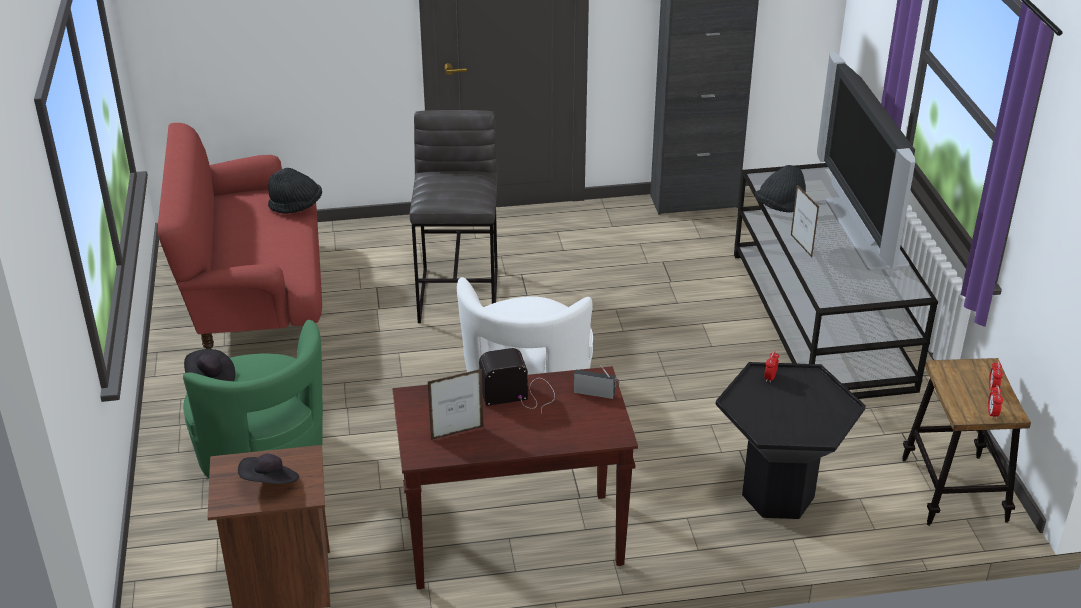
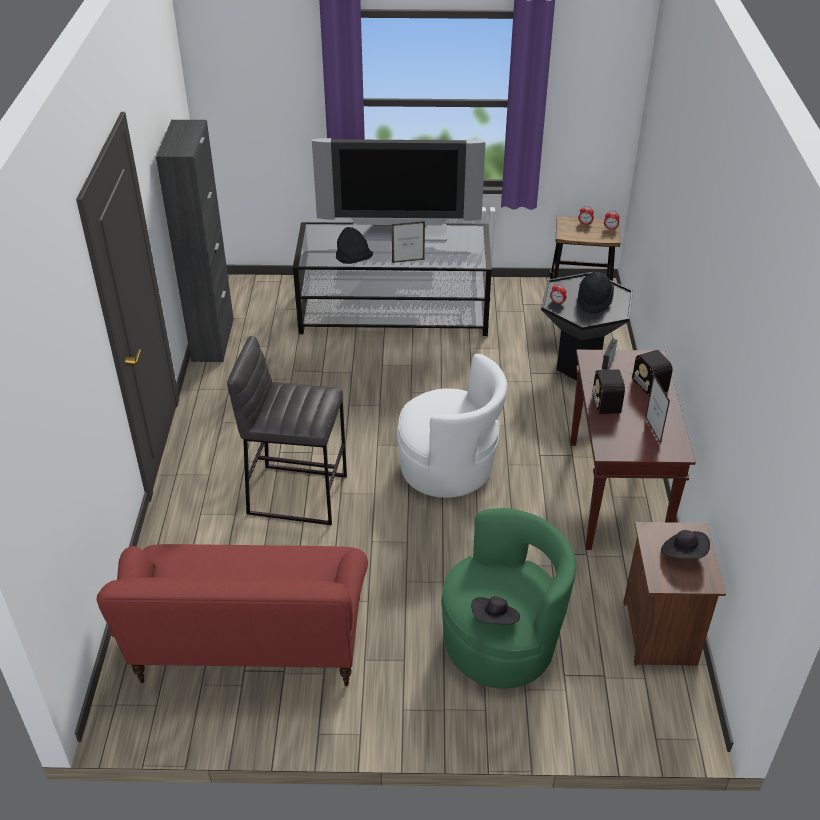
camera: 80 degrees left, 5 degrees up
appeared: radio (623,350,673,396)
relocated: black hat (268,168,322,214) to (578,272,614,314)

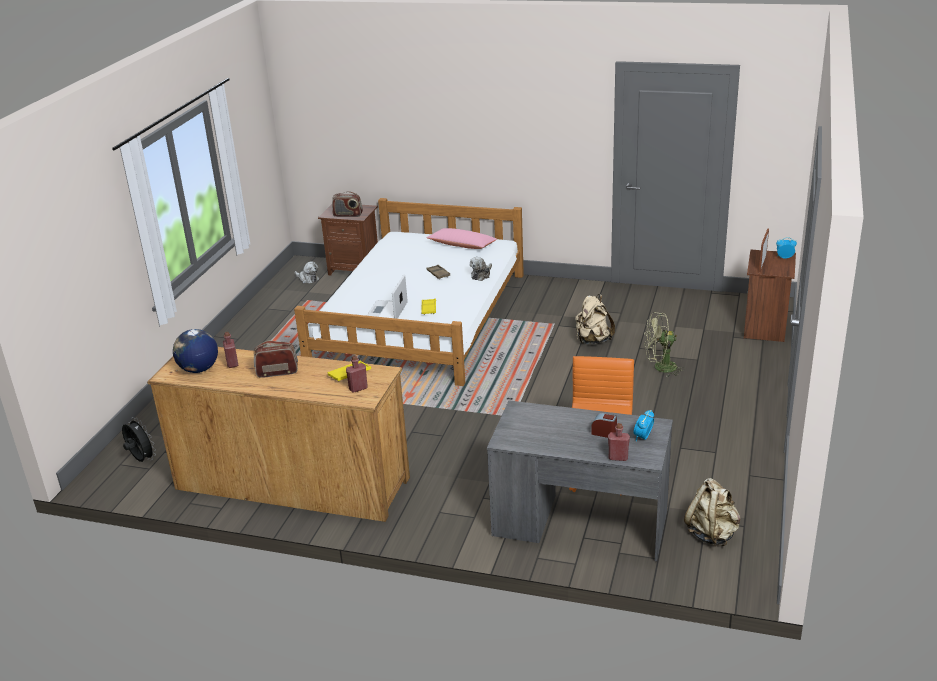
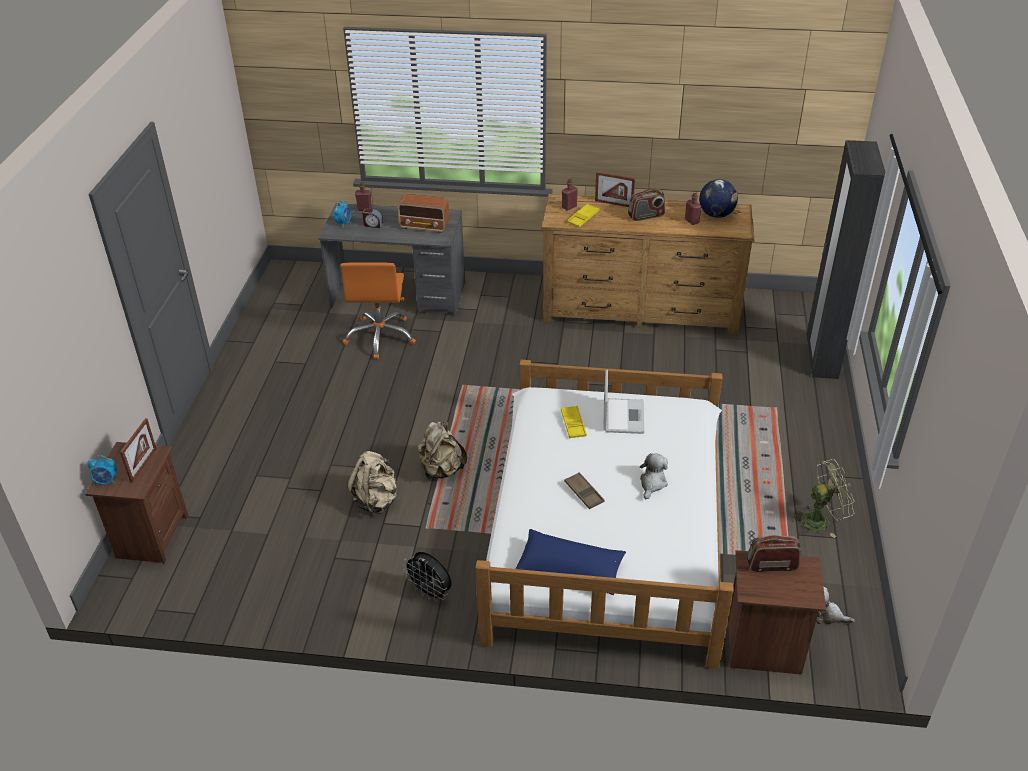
camera: 170 degrees right, 10 degrees up
appeared: black wardrobe (807,140,885,379); picture frame (595,172,635,207); radio (397,194,449,233)
relocated: plush toy (470,257,492,281) to (640,453,668,499); green fan (644,313,685,378) to (793,459,854,538); black fan (122,417,156,462) to (403,552,452,602); beige backpack (684,478,741,546) to (417,422,467,479)
colour: pink pillow (426,228,497,249) to blue pillow (515,529,626,595)

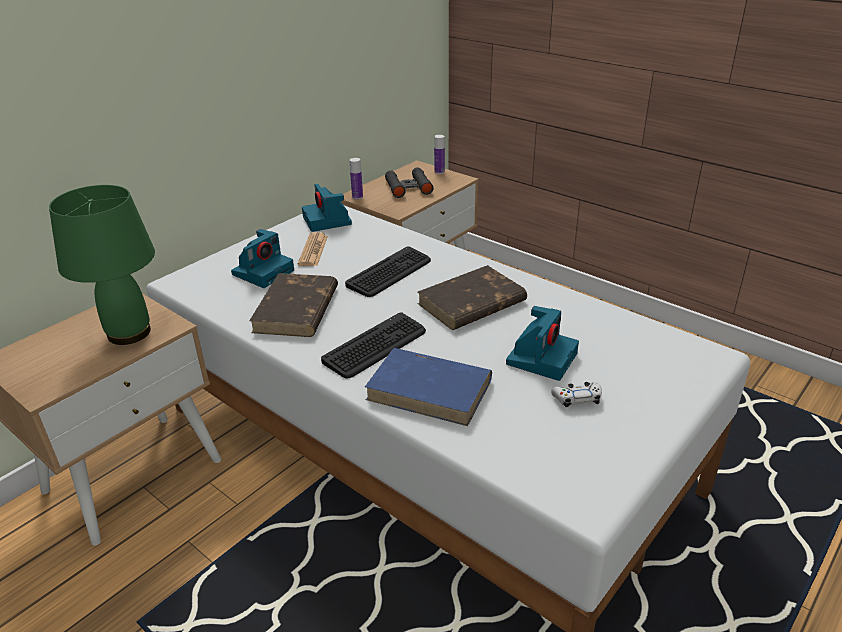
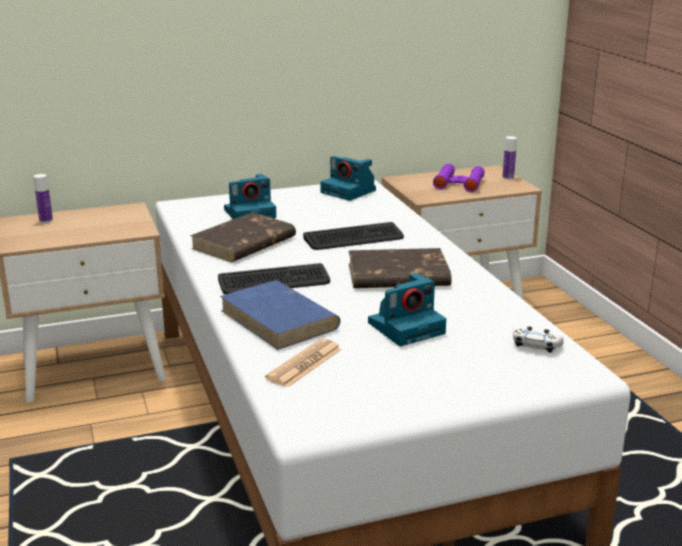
camera: 30 degrees right, 10 degrees down
missing: green table lamp (49,185,155,345)
relocated: bottle (350,158,363,199) to (34,174,53,223); newspaper (298,232,328,266) to (265,339,342,387); white game controller (551,382,602,407) to (513,326,564,353)
colour: black binoculars (385,167,434,198) to purple binoculars (433,164,485,192)
spun: photo camera (302,184,352,232) = (320,156,376,201) 60 degrees counterclockwise

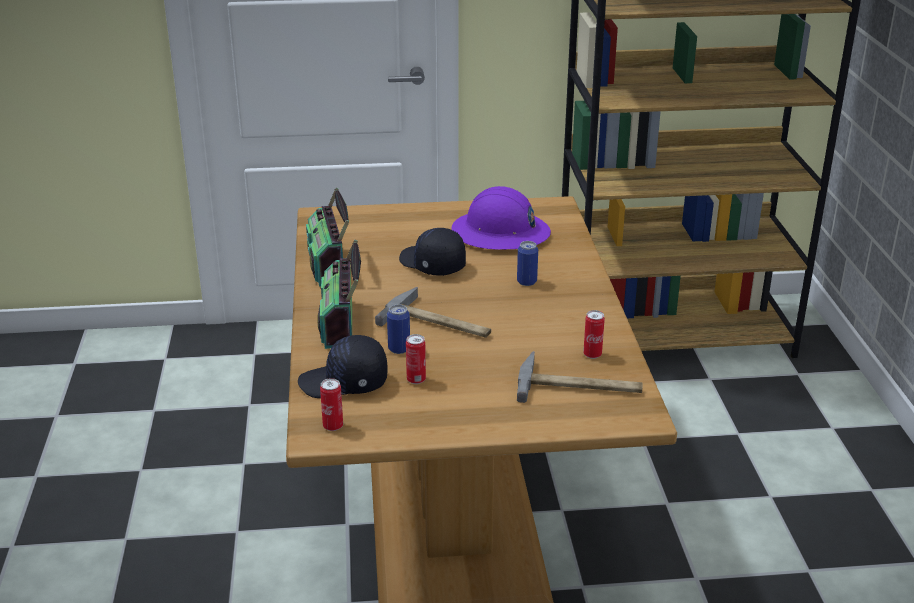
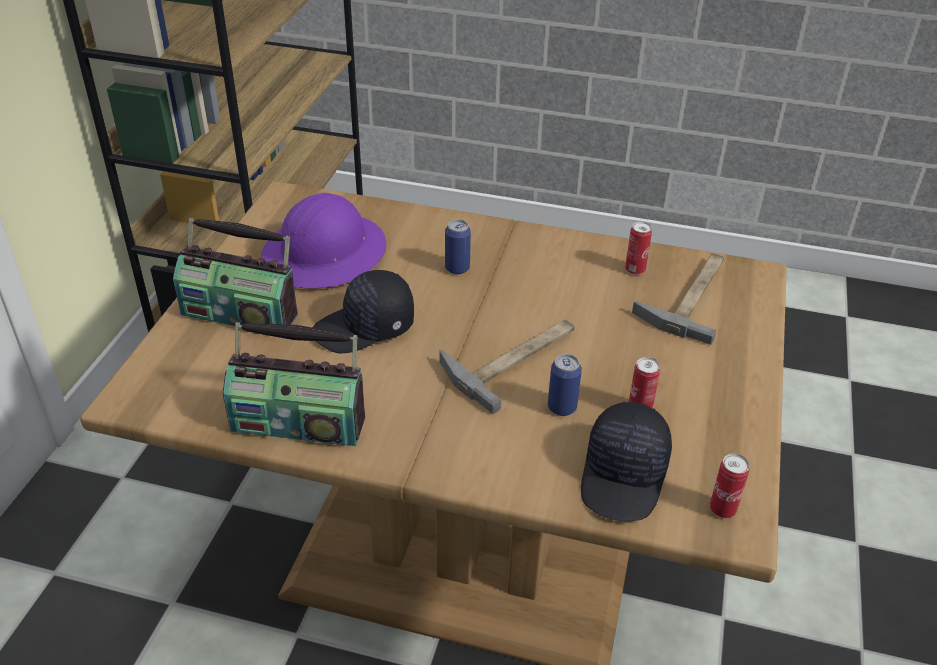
camera: 70 degrees left, 10 degrees up
relocated: radio (317,240,361,349) to (173,218,298,326)

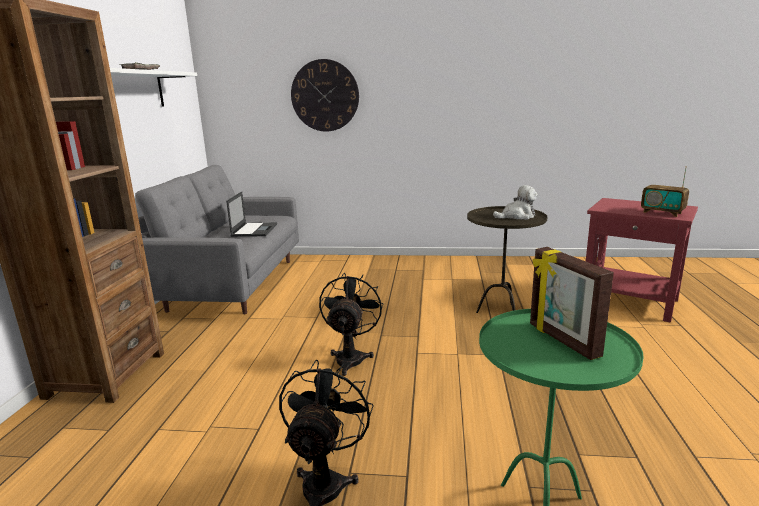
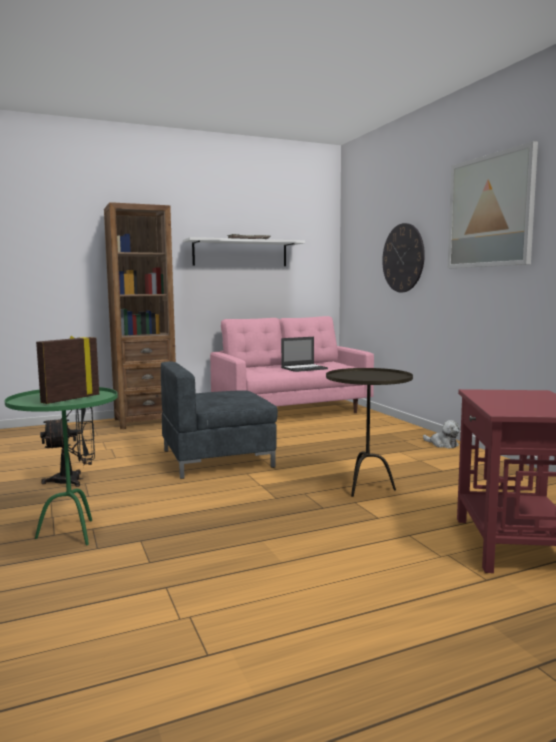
camera: 60 degrees right, 10 degrees down
missing: radio (641,166,689,217)
appeared: picture (448,141,538,268)
relocated: plush toy (493,185,538,220) to (423,420,460,448)
exchanged: black fan (319,273,383,376) to grey armchair (161,361,278,479)
colour: grey sofa (135,165,299,314) to pink sofa (210,316,374,413)

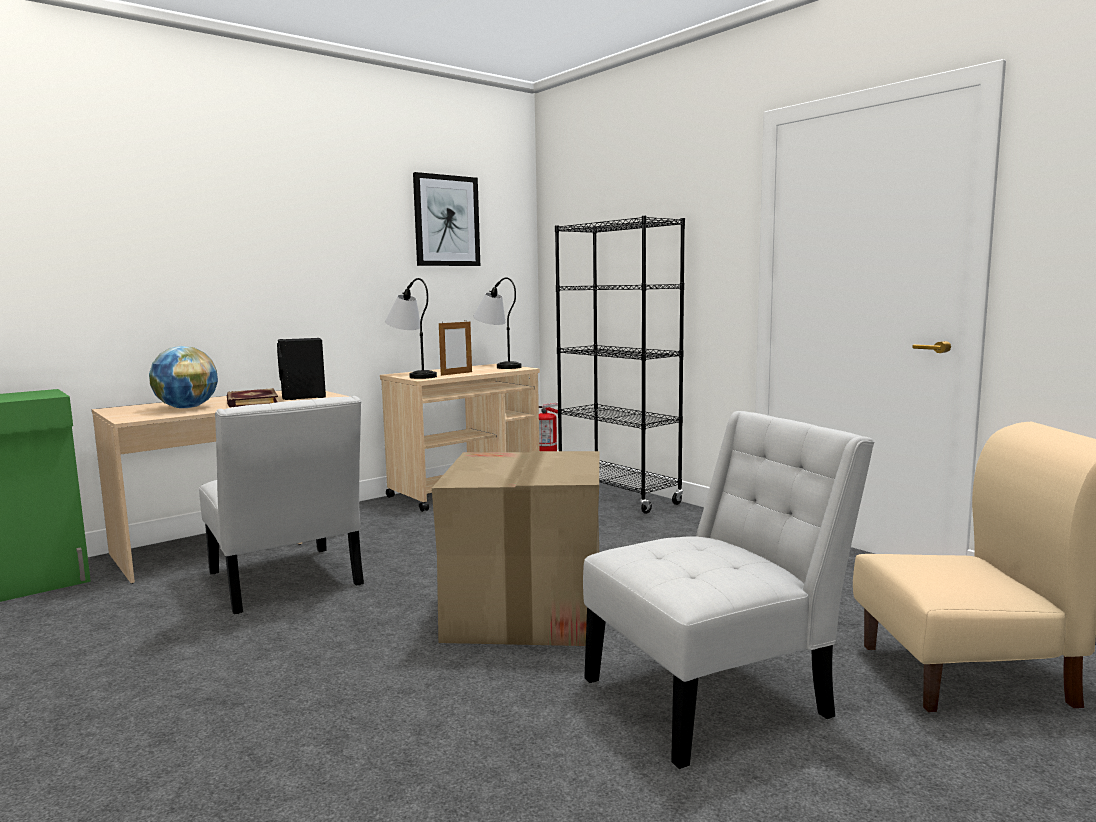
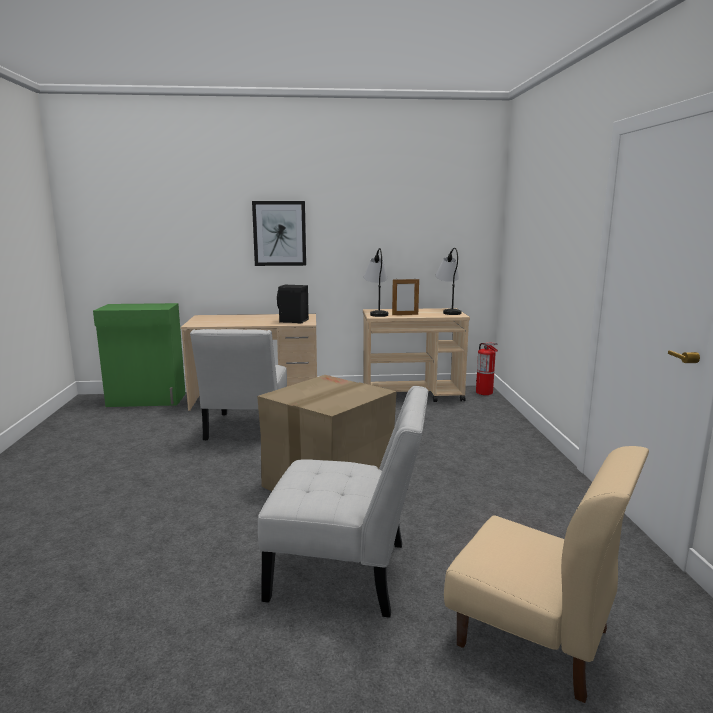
camera: 35 degrees right, 5 degrees up
missing: black bookcase (555,216,685,514); globe (149,346,218,408); book (227,388,278,408)
relocated: picture (413,172,480,266) to (252,201,306,266)

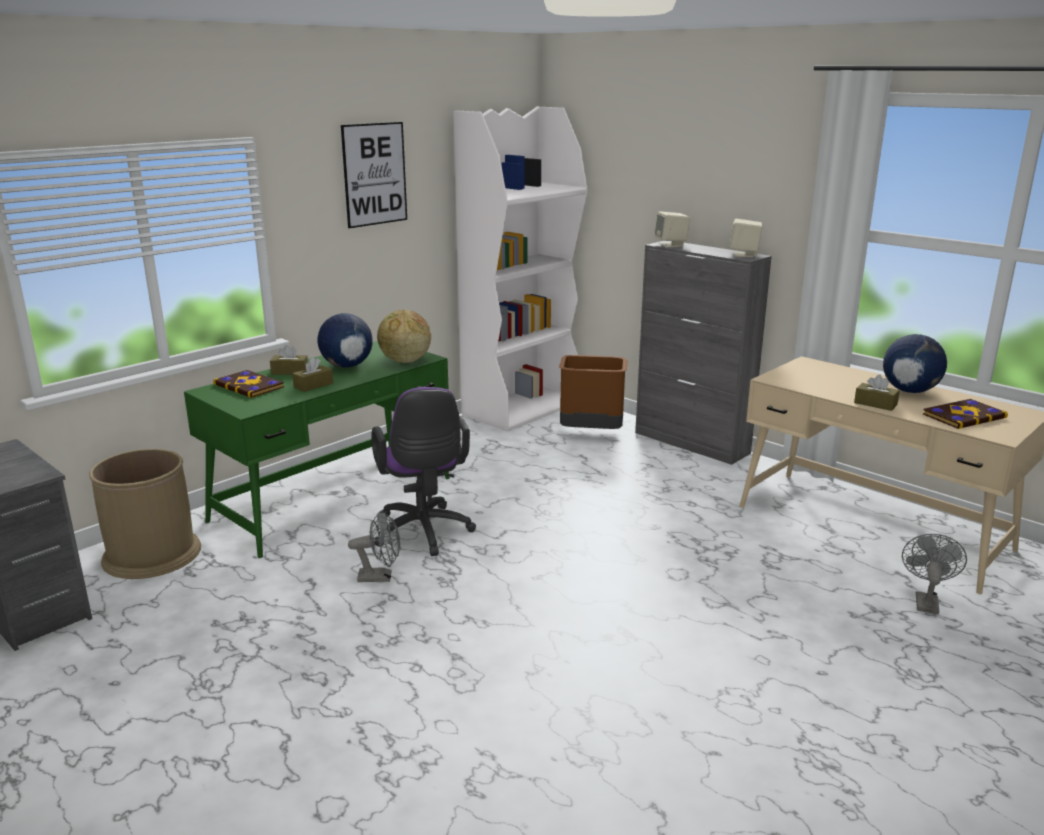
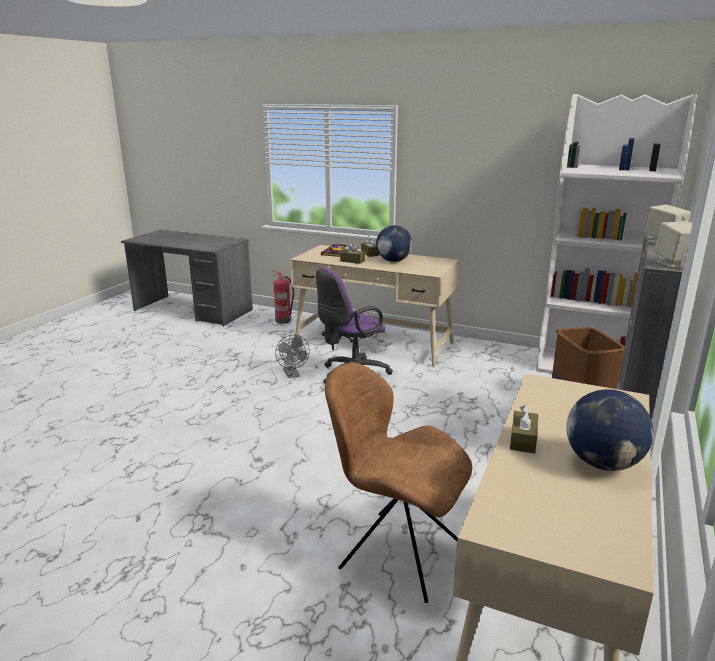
camera: 70 degrees right, 0 degrees up
missing: picture (341,122,407,228); globe (377,310,431,363); book (923,399,1008,429); grey fan (902,534,967,614)
appeared: brown chair (325,363,473,603)
exchanged: brown trash can (89,449,201,579) to fire extinguisher (272,270,294,324)
colour: green desk (184,341,450,558) to beige desk (290,245,459,367)

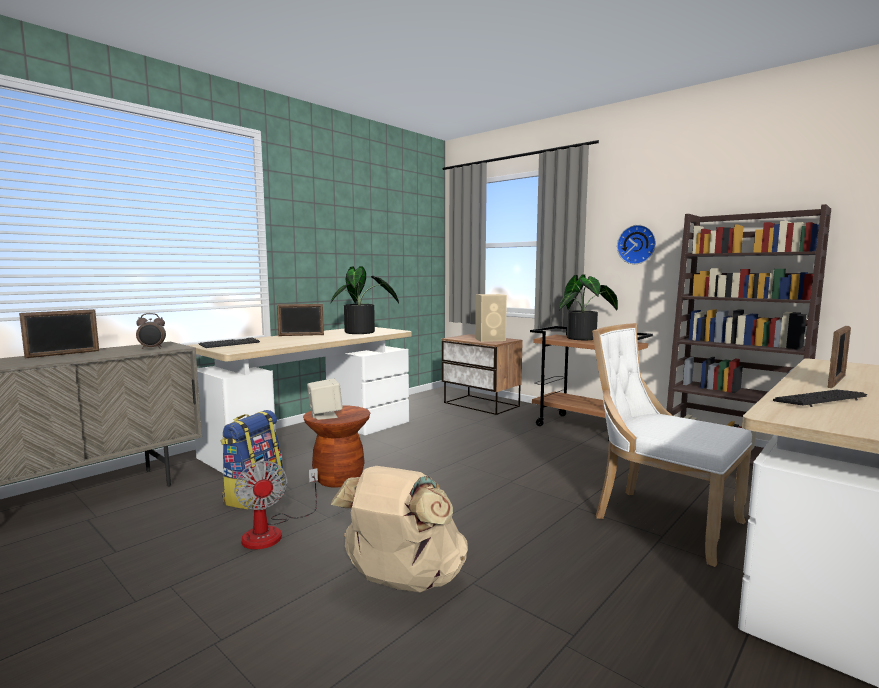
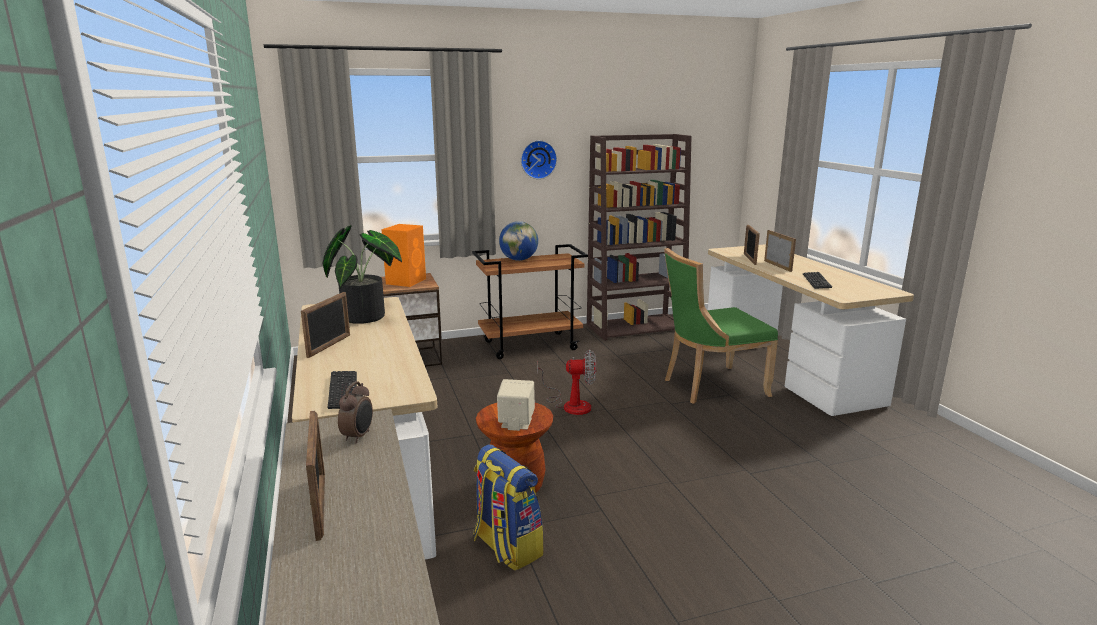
camera: 60 degrees left, 10 degrees up
missing: beige backpack (330,466,468,593)
appeared: picture frame (744,225,760,265)
relocated: fan (234,461,318,550) to (537,349,596,415)
exchanged: potted plant (559,274,618,340) to globe (499,221,538,261)
colour: beige speaker (475,294,507,342) to orange speaker (382,224,426,287); white chair (592,323,752,567) to green chair (664,248,778,404)

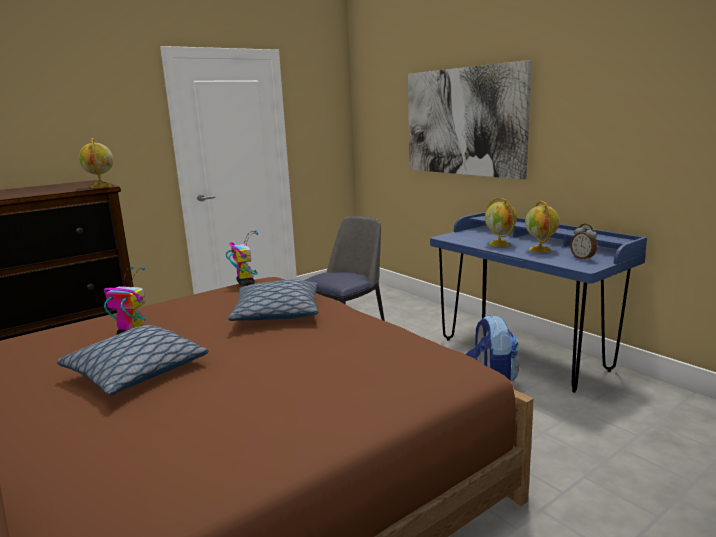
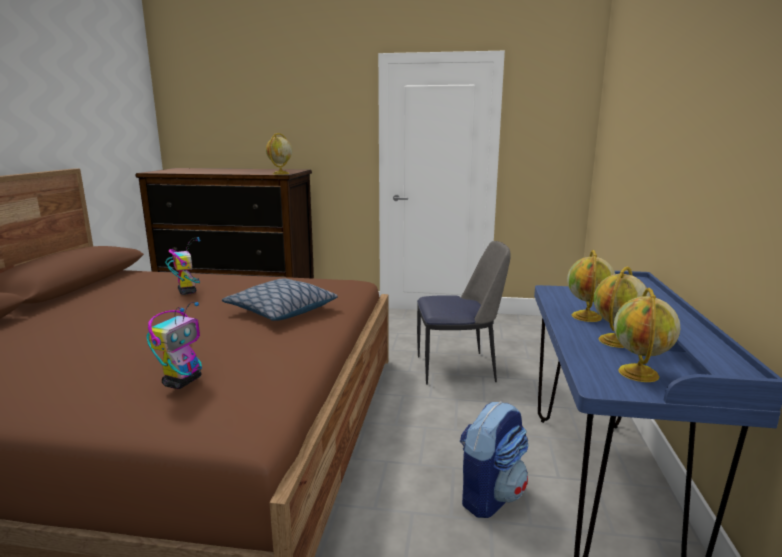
camera: 45 degrees right, 0 degrees up
missing: picture (408,60,532,180); pillow (57,325,209,396)
relocated: toy robot (226,230,258,286) to (147,302,202,389)
exchanged: alarm clock (570,224,597,261) to globe (614,288,680,382)

